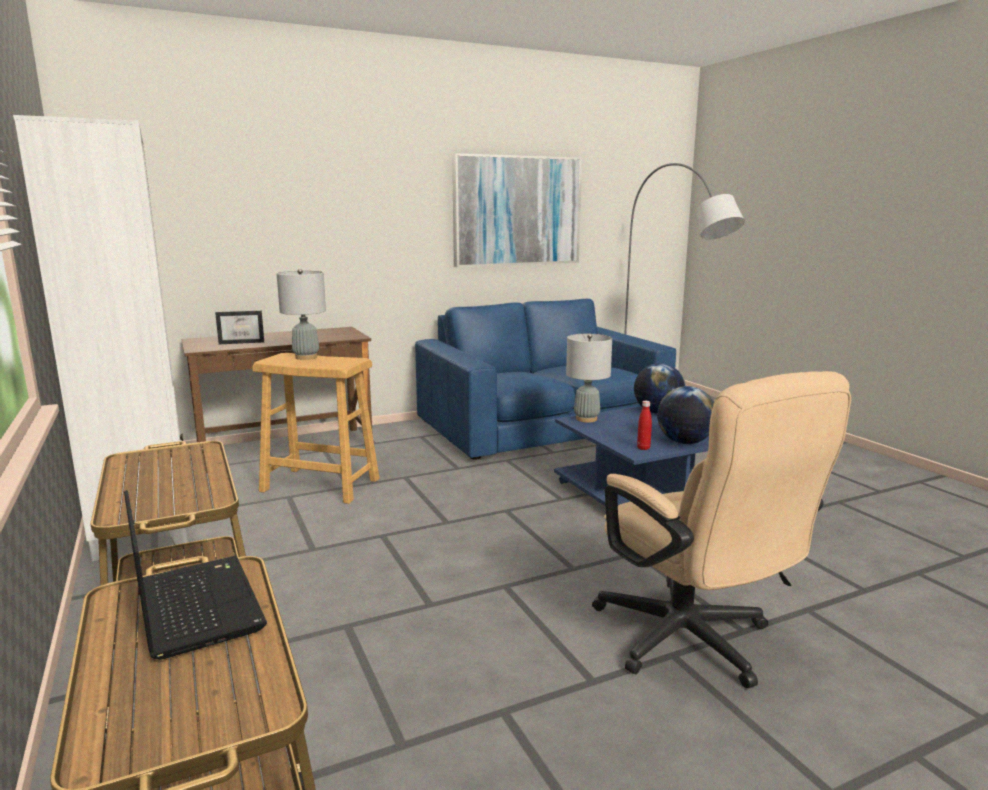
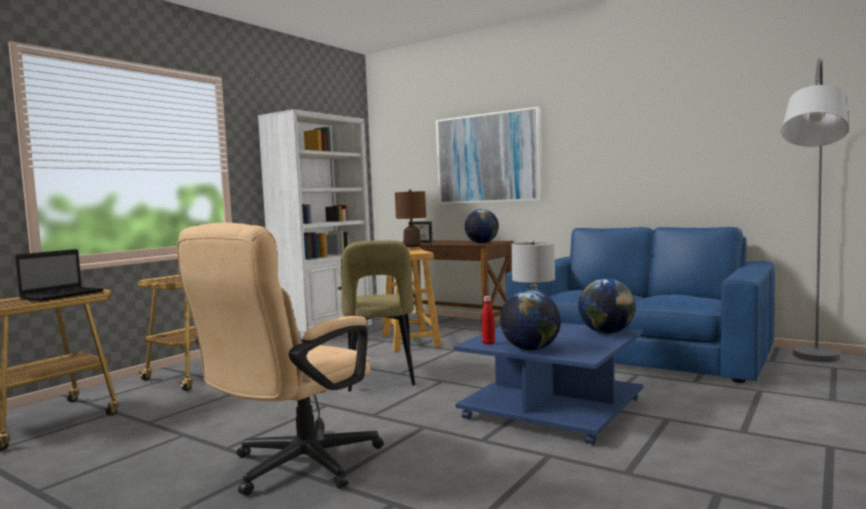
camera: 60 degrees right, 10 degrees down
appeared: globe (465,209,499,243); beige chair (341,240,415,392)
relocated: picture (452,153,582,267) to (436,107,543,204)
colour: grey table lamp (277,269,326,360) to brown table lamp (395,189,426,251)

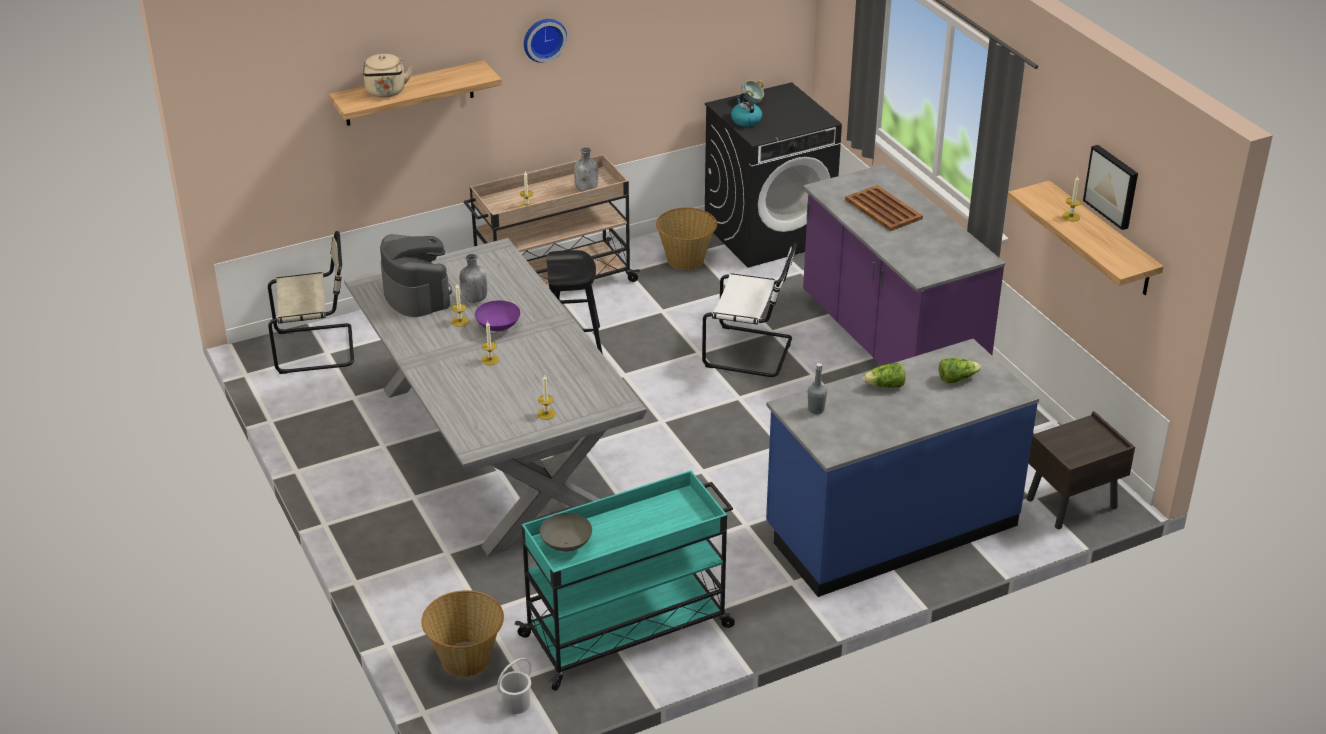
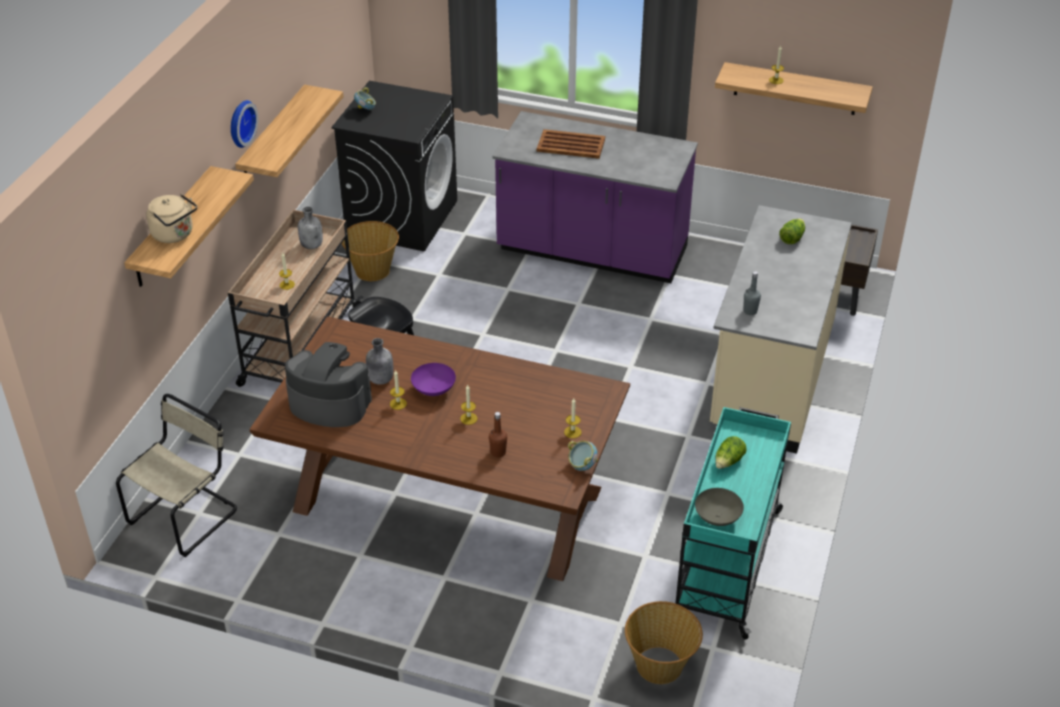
camera: 45 degrees left, 5 degrees up
missing: kettle (731,93,762,127); picture (1083,145,1138,230); white chair (702,243,797,377); white bucket (497,658,531,714)
appeared: shelf (235,85,344,177); brown bottle (489,412,507,457); bowl (568,441,598,471)
relocated: lettuce (863,363,906,388) to (715,436,747,469)
colour: grey dining table (344,238,647,556) to brown dining table (249,316,630,581); blue counter (766,339,1039,597) to beige counter (710,205,852,454)

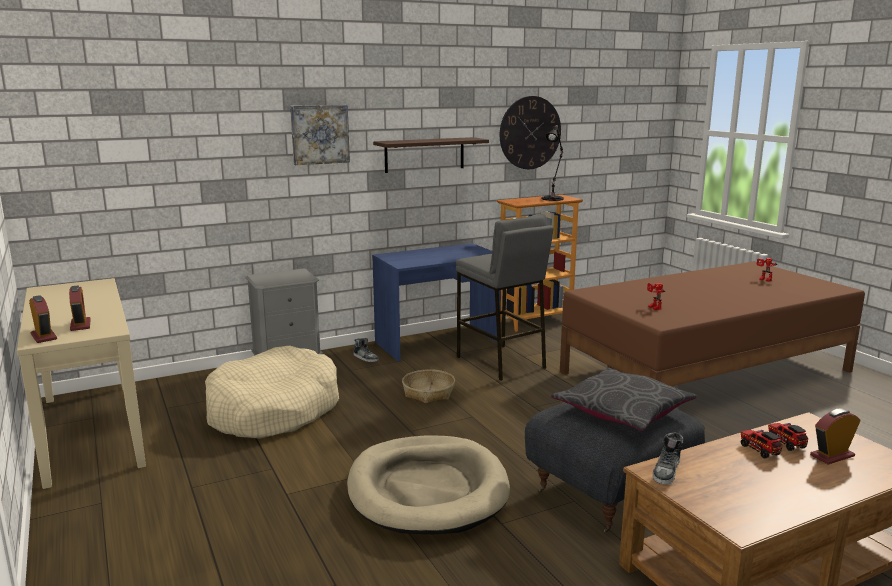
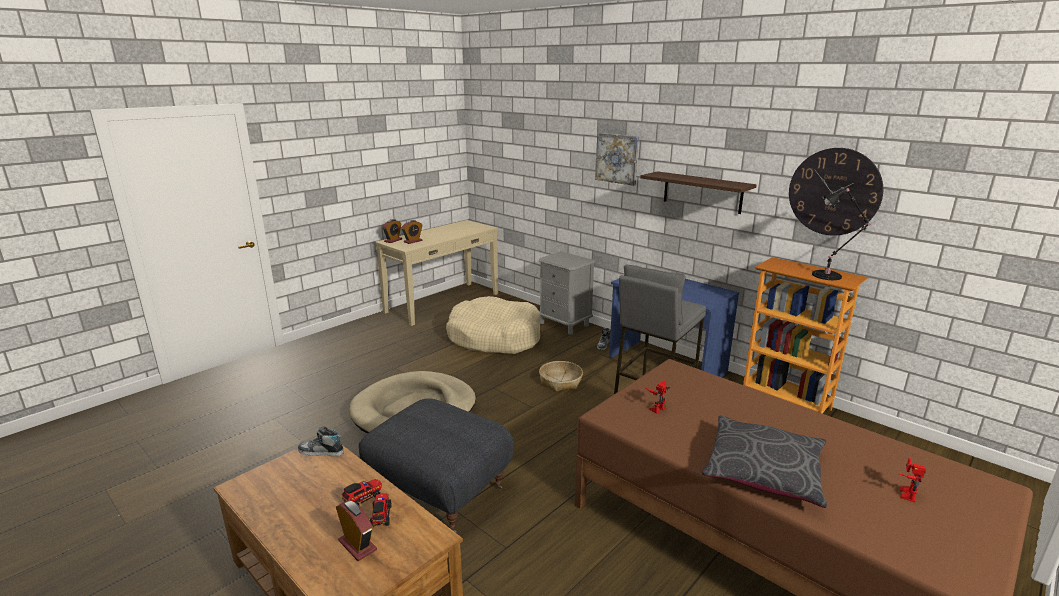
camera: 70 degrees right, 5 degrees up
relocated: grey pillow (551,367,697,431) to (702,415,827,508)
spun: toy truck (768,423,808,451) = (370,493,391,527) 60 degrees counterclockwise

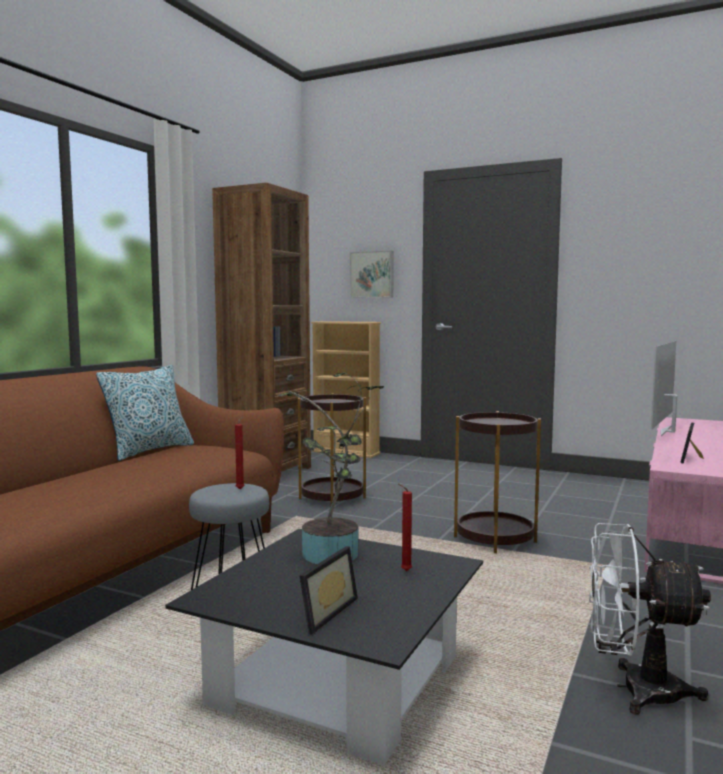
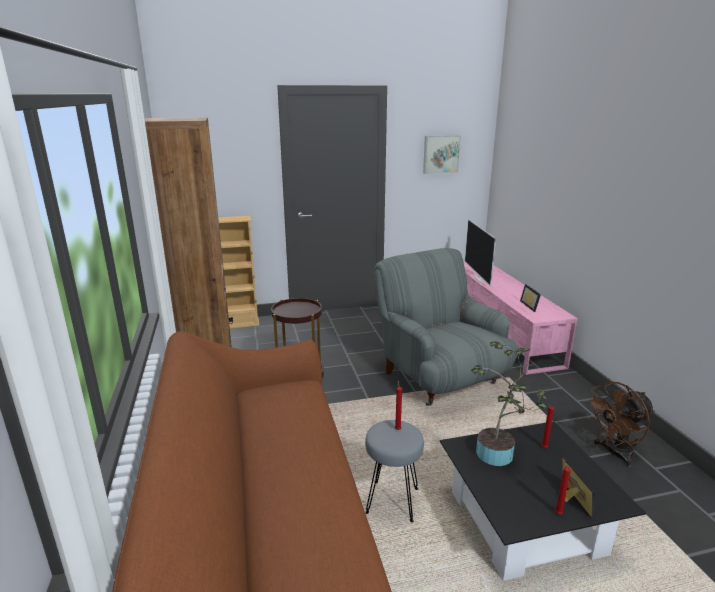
camera: 40 degrees left, 15 degrees up
missing: pillow (96,365,194,461)
appeared: red candle (555,459,571,514)
relocated: picture (350,251,394,298) to (423,135,461,174)
exchanged: brown side table (454,411,541,553) to grey armchair (374,248,519,406)
colour: white fan (589,523,711,715) to brown fan (585,381,655,467)

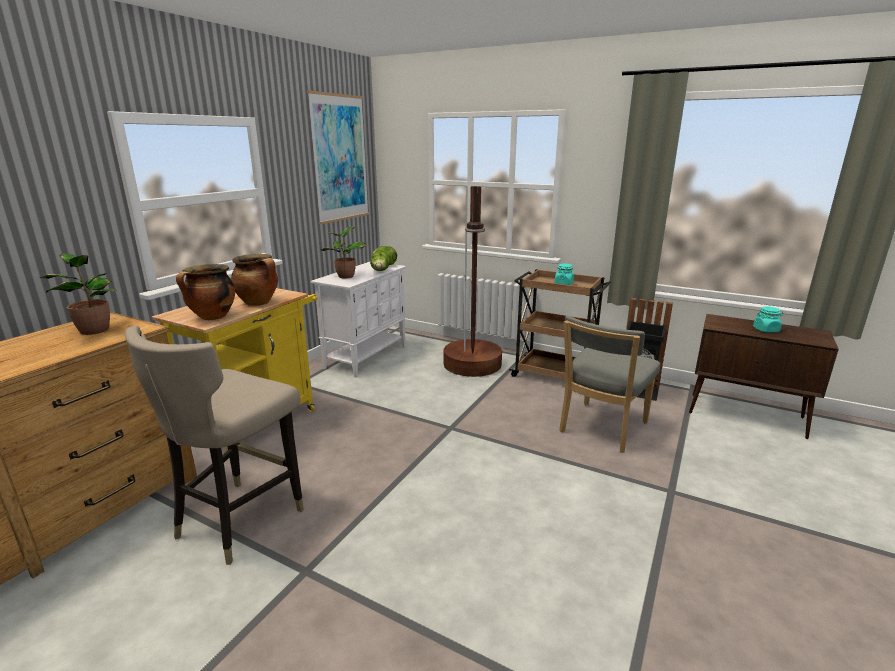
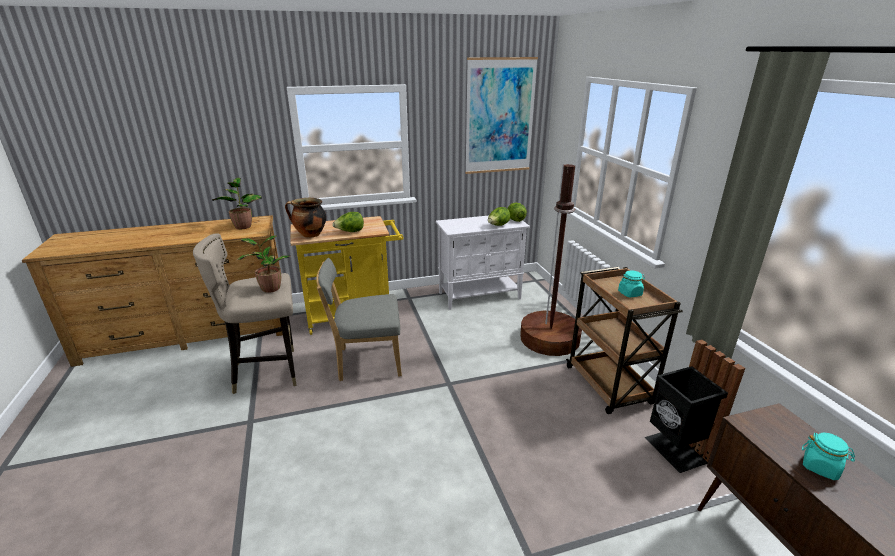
camera: 45 degrees right, 5 degrees up
relocated: potted plant (321,226,366,279) to (237,236,290,293); grey chair (559,316,660,453) to (316,258,402,381)
exchanged: cooking pot (231,254,278,306) to lettuce (332,212,364,232)

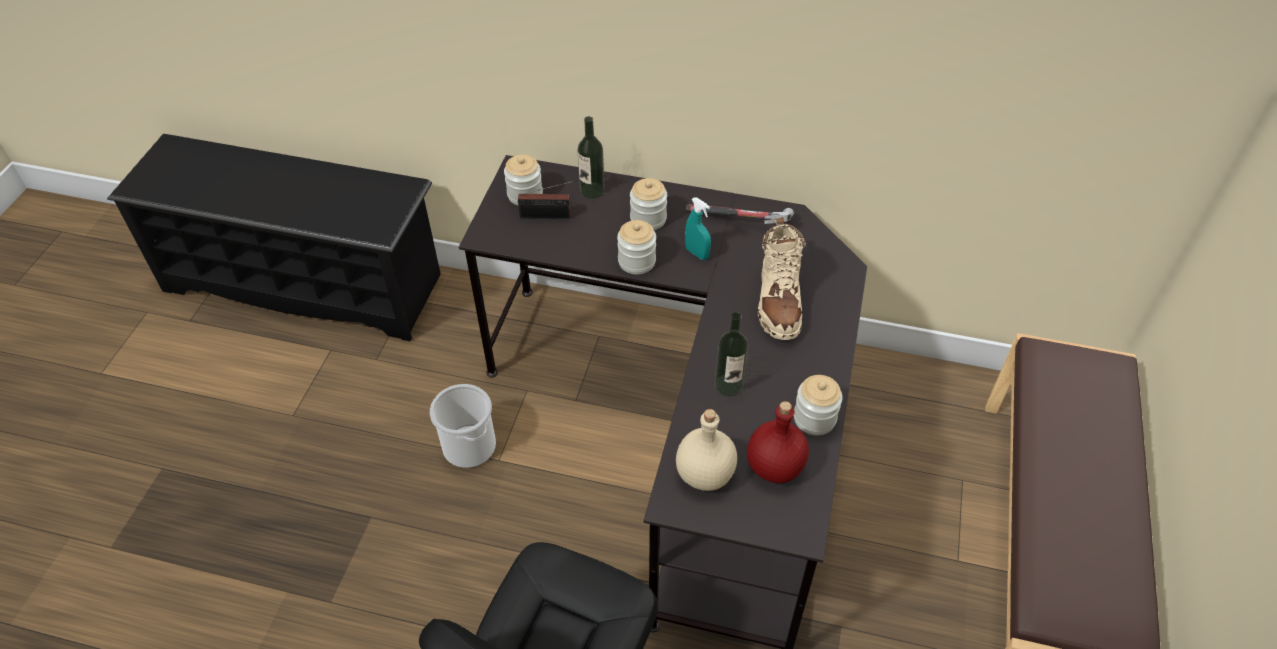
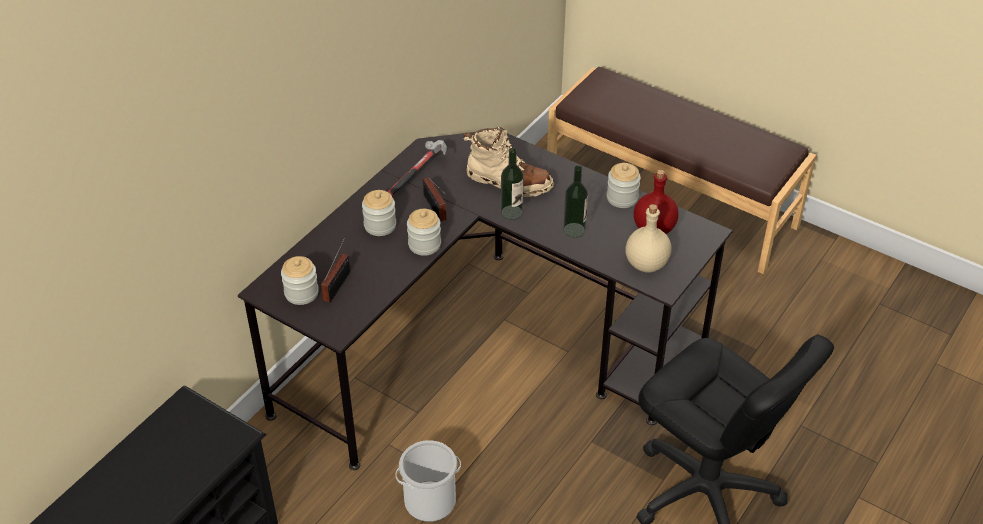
camera: 70 degrees left, 5 degrees down
relocated: bottle (578,116,605,199) to (501,148,524,220)
exchanged: turquoise spray bottle (685,197,711,260) to radio (423,177,446,222)

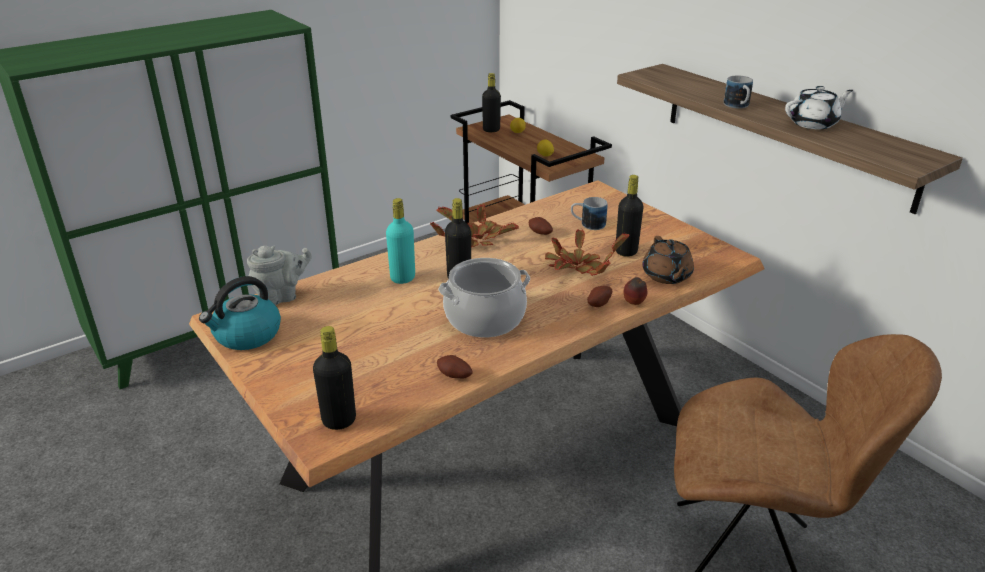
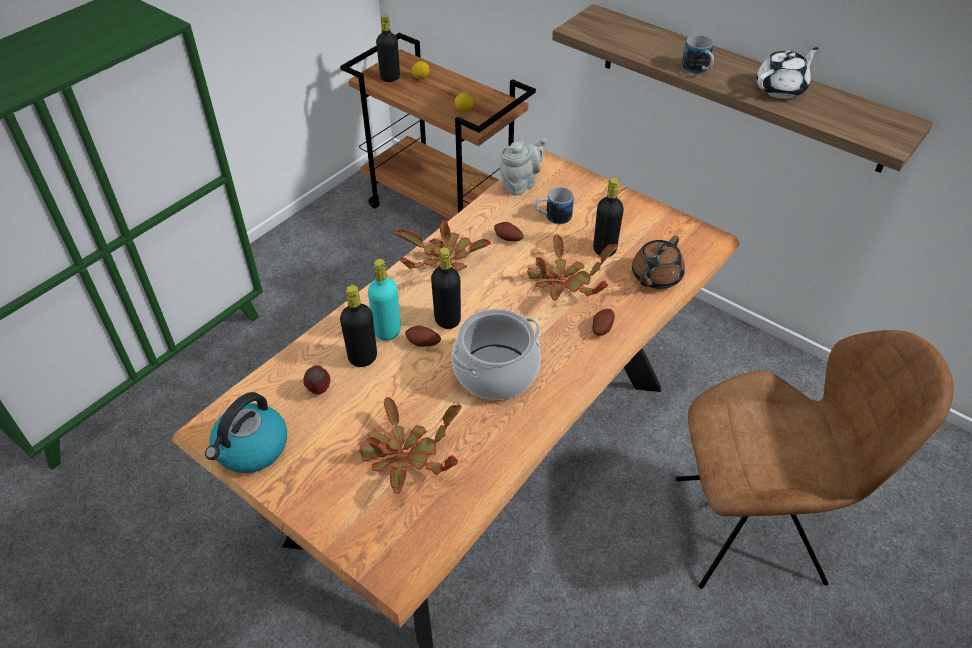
camera: 15 degrees left, 15 degrees up
appeared: potted plant (359,397,462,494)
relocated: grey teapot (247,246,312,305) to (500,138,546,196); apple (624,277,648,305) to (303,365,331,394); black bottle (313,326,356,430) to (340,285,377,367); potato (437,355,472,379) to (405,325,441,346)
spun: brown teapot (642,236,694,284) = (632,236,685,289) 60 degrees clockwise

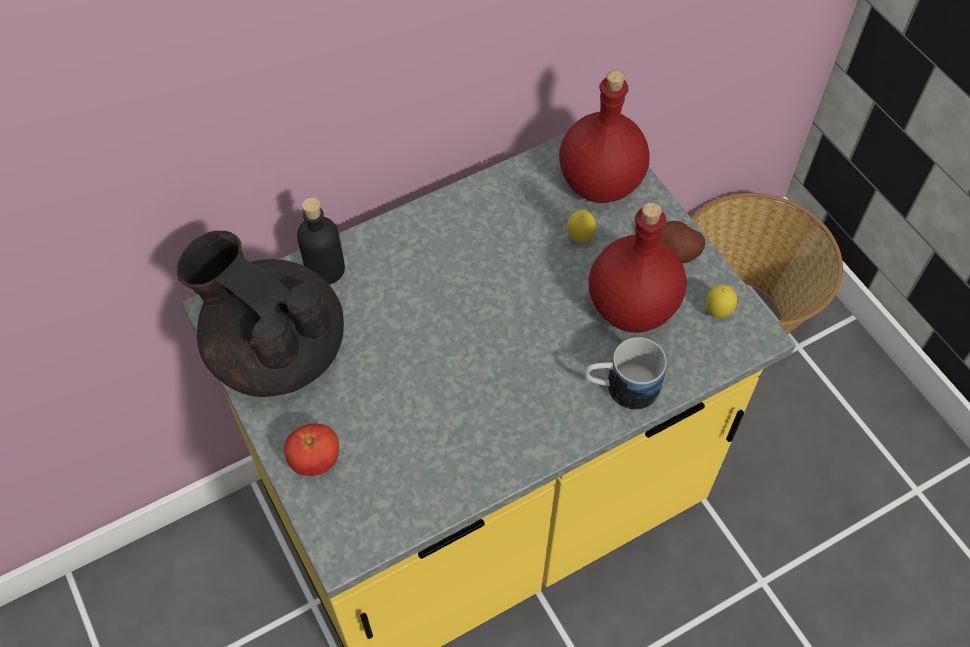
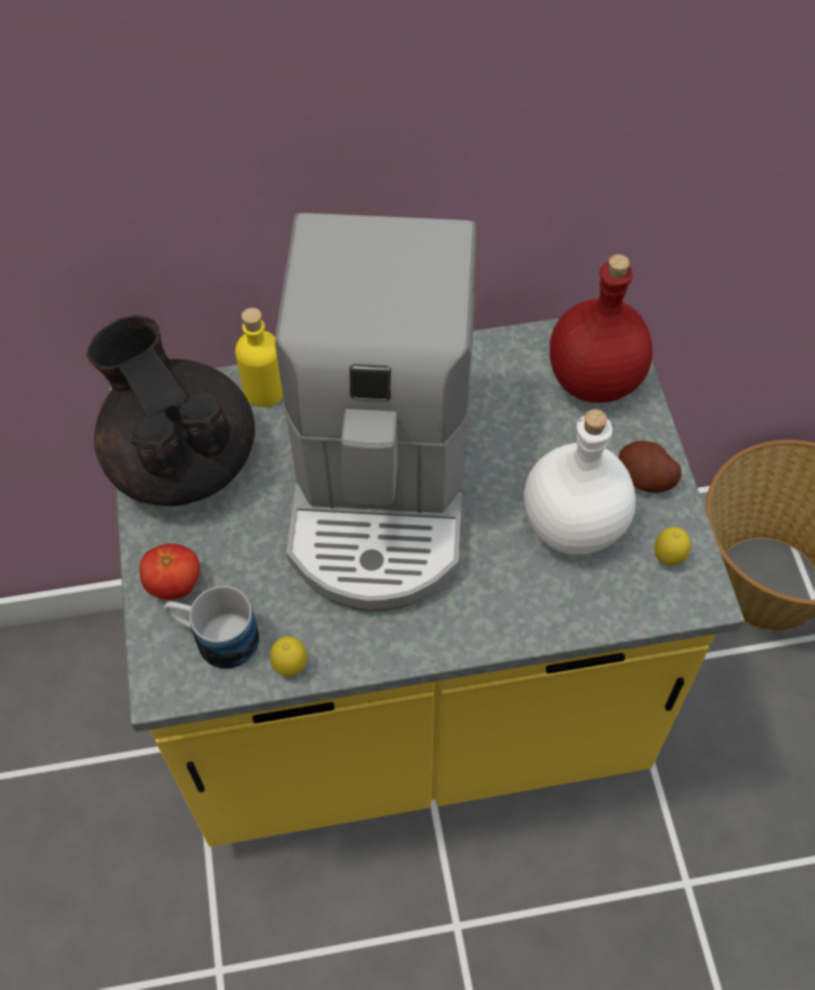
camera: 20 degrees right, 0 degrees up
appeared: coffee machine (275,213,477,612)
relocated: lemon (567,210,596,243) to (270,636,307,677); mug (585,337,667,410) to (164,586,259,669)
colour: black bottle (297,197,345,284) to yellow bottle (235,308,283,407); red bottle (589,202,687,333) to white bottle (524,409,636,555)

